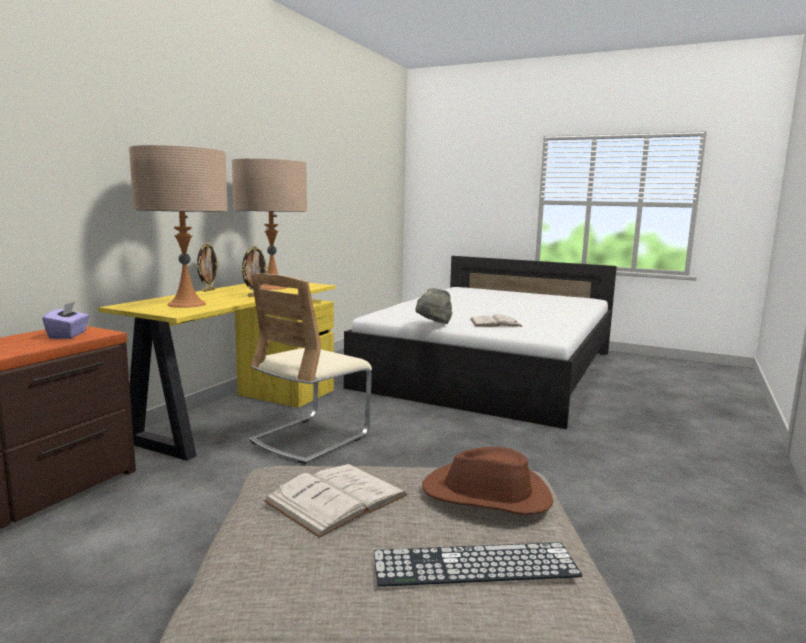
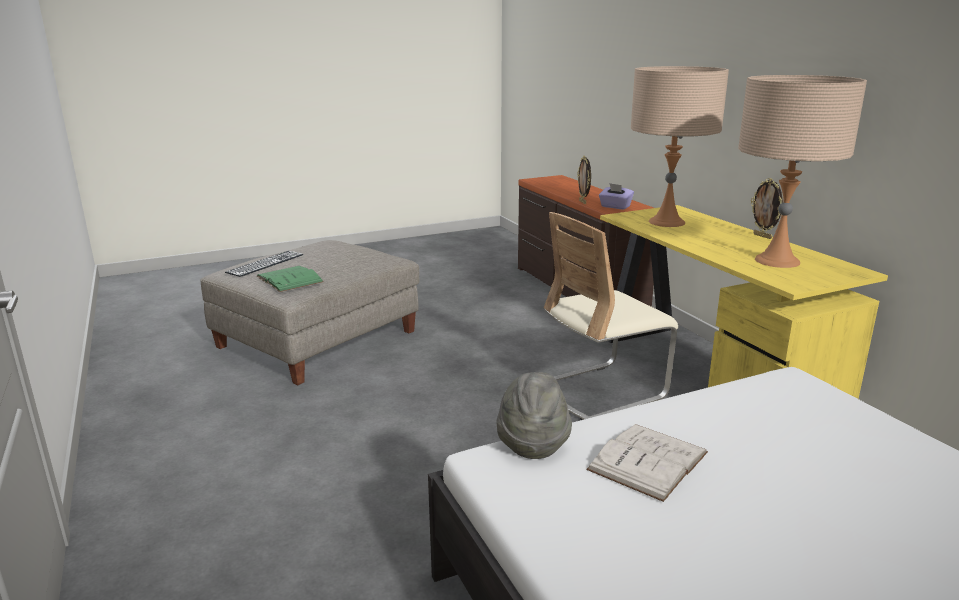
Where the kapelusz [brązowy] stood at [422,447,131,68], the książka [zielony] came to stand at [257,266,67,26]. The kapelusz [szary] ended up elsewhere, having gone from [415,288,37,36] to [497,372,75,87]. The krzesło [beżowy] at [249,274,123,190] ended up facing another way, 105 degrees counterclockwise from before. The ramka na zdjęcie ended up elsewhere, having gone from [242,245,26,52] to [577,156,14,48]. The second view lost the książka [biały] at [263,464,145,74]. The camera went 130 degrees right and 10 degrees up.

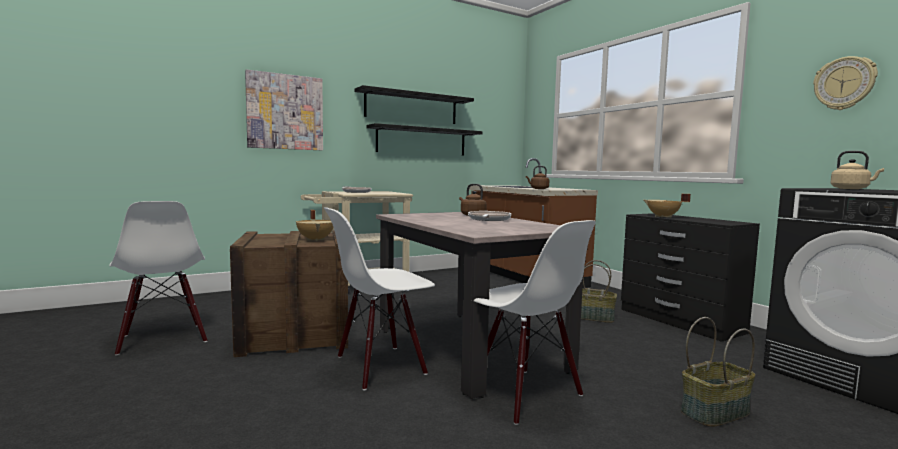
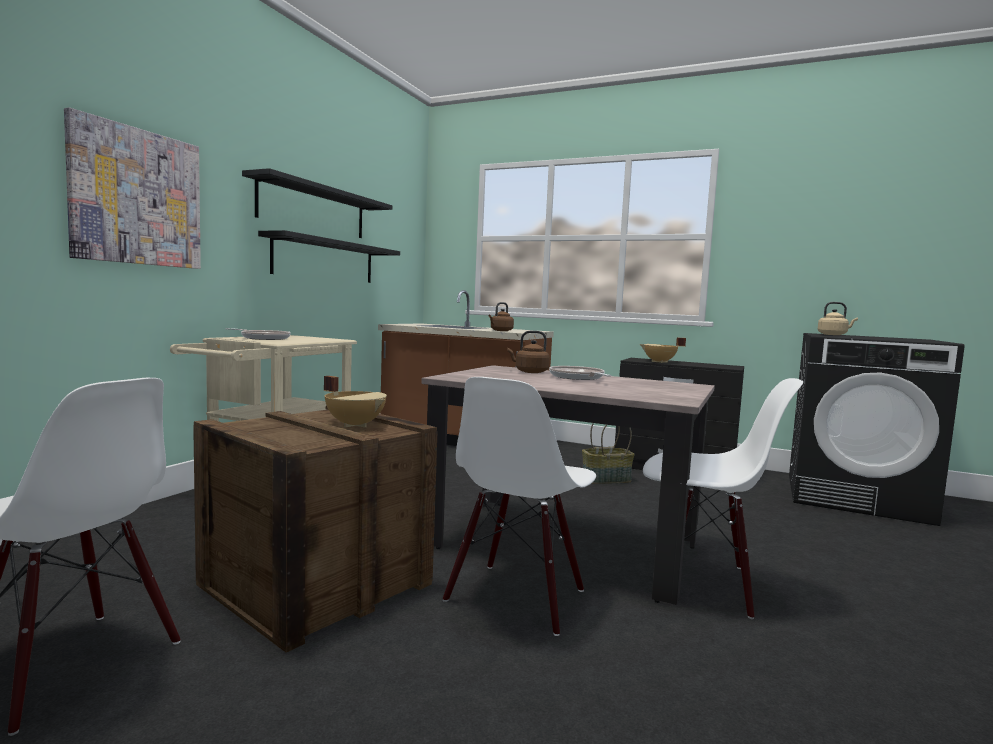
The second view lost the koszyk at [681,317,74,110]. The second view lost the zegar ścienny at [813,56,65,54]. The camera went 35 degrees left and 0 degrees up.

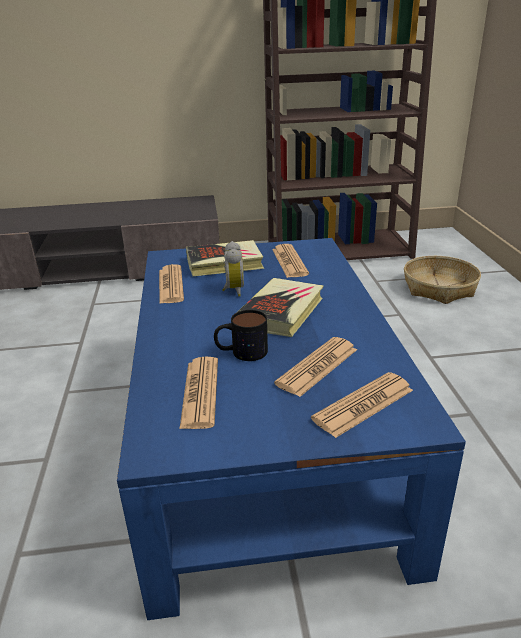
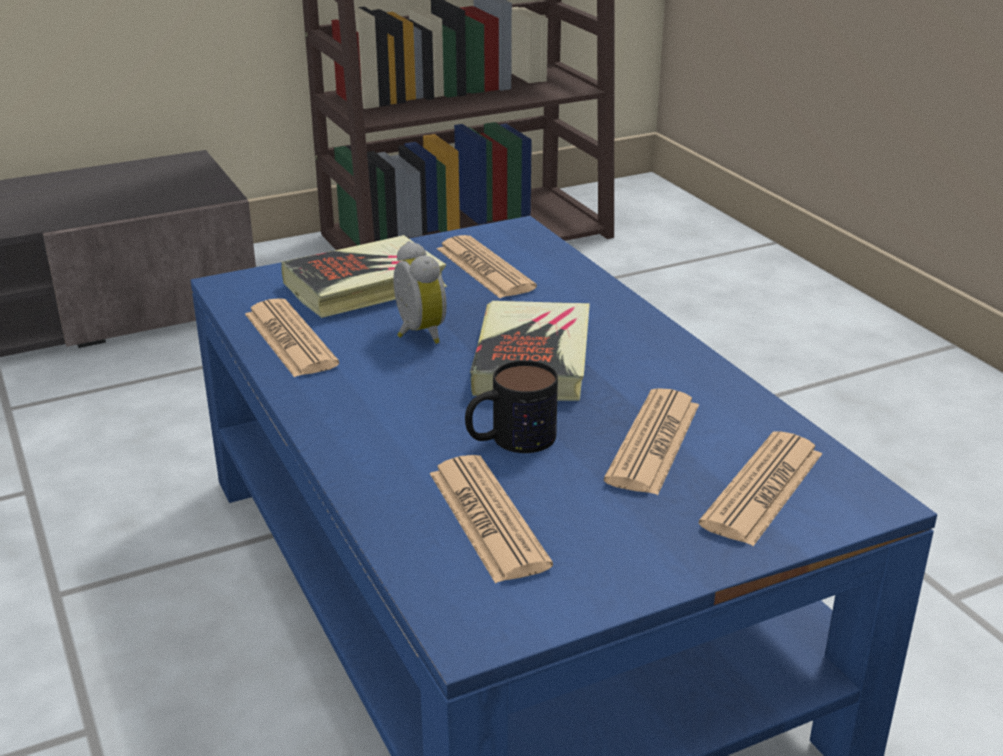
The second view lost the koszyk at [404,256,77,48]. The camera went 20 degrees left and 0 degrees up.

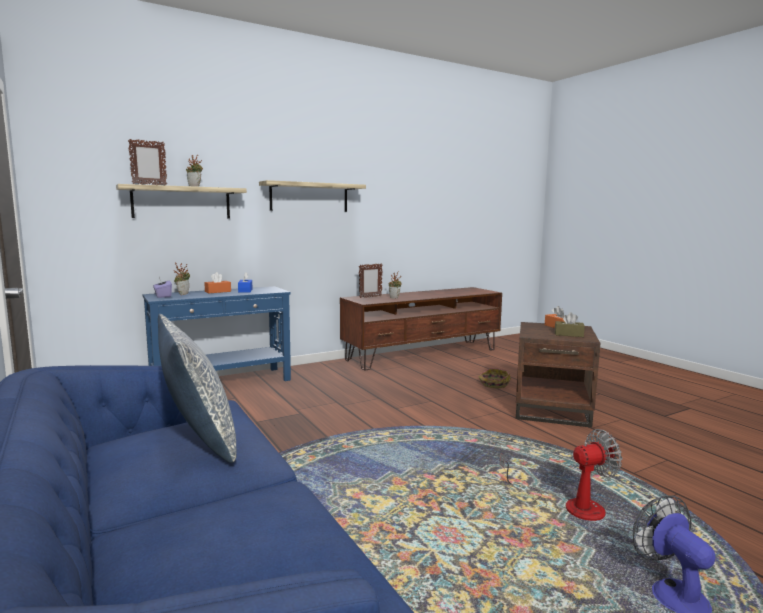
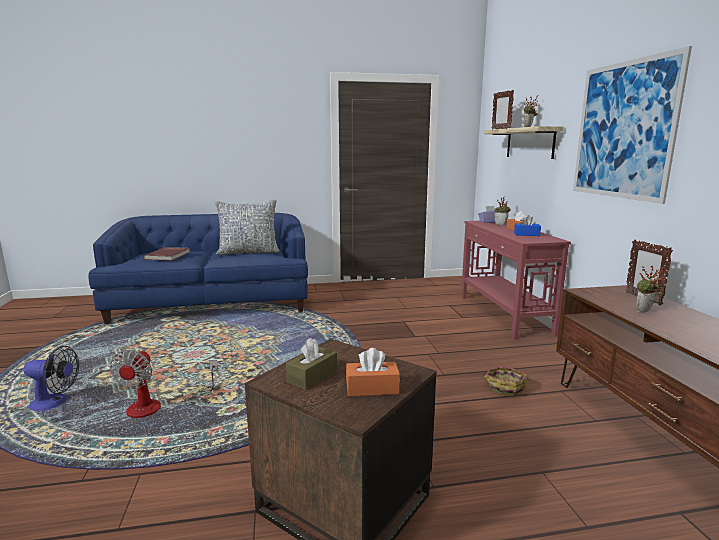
The second view gained the książka [czerwony] at [144,247,46,14]. What was the stolik konsolowy [niebieski] at [142,286,149,95] turned into the stolik konsolowy [czerwony] at [461,221,110,119]. The koszyk ended up elsewhere, having gone from [479,368,32,20] to [483,367,46,29]. Where the półka hung at [259,180,107,32], the obraz came to hang at [573,46,119,158]. The camera went 110 degrees right and 5 degrees up.

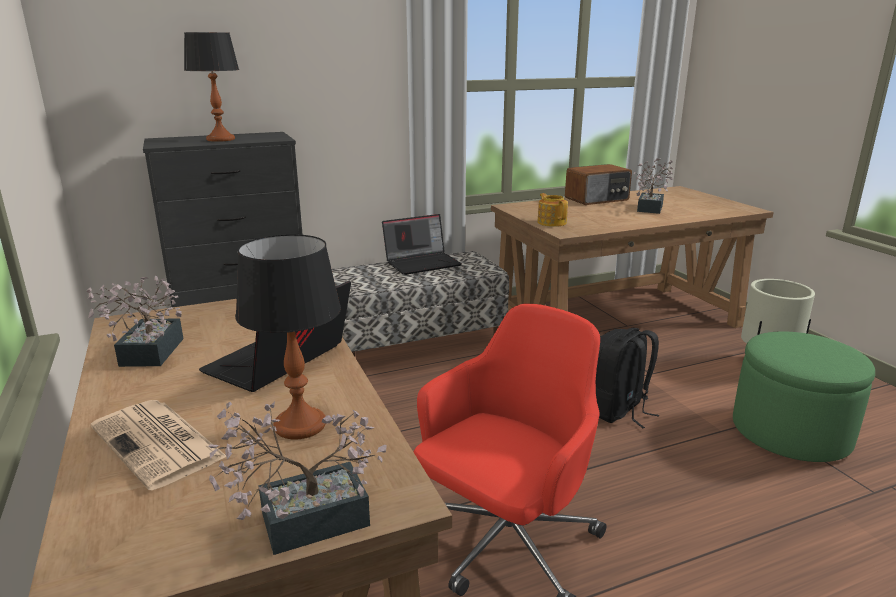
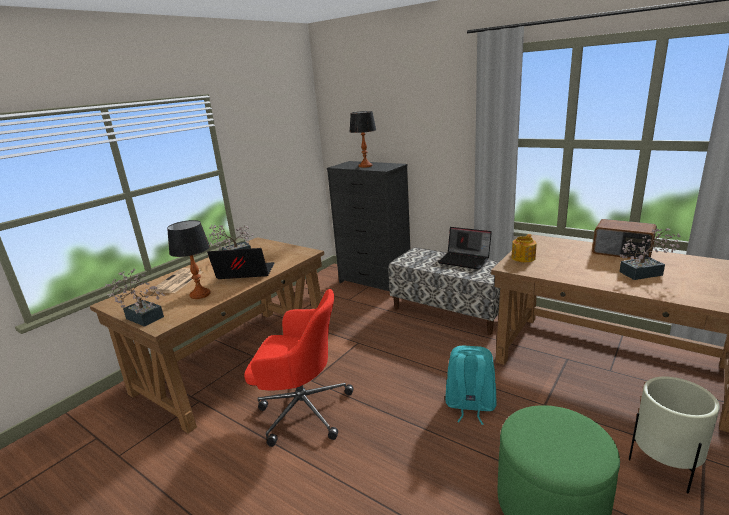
What was the plecak [czarny] at [596,328,63,100] turned into the plecak [turkusowy] at [445,346,51,79]. The camera went 60 degrees right and 0 degrees up.

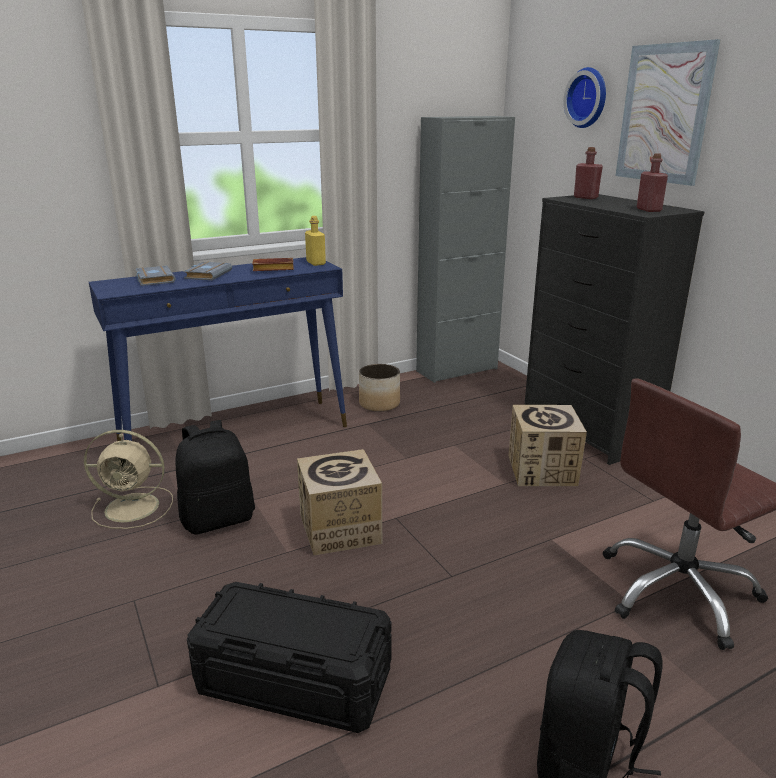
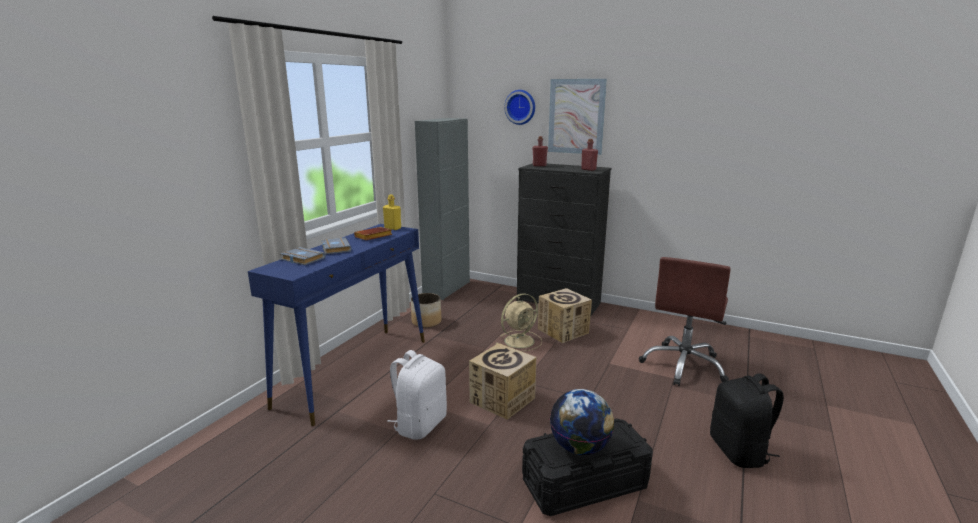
What was the plecak [czarny] at [175,420,80,115] turned into the plecak [biały] at [387,350,60,90]. The wentylator [beżowy] ended up elsewhere, having gone from [84,430,89,99] to [496,293,46,58]. The second view gained the globus at [550,389,64,66]. The camera went 35 degrees left and 5 degrees down.

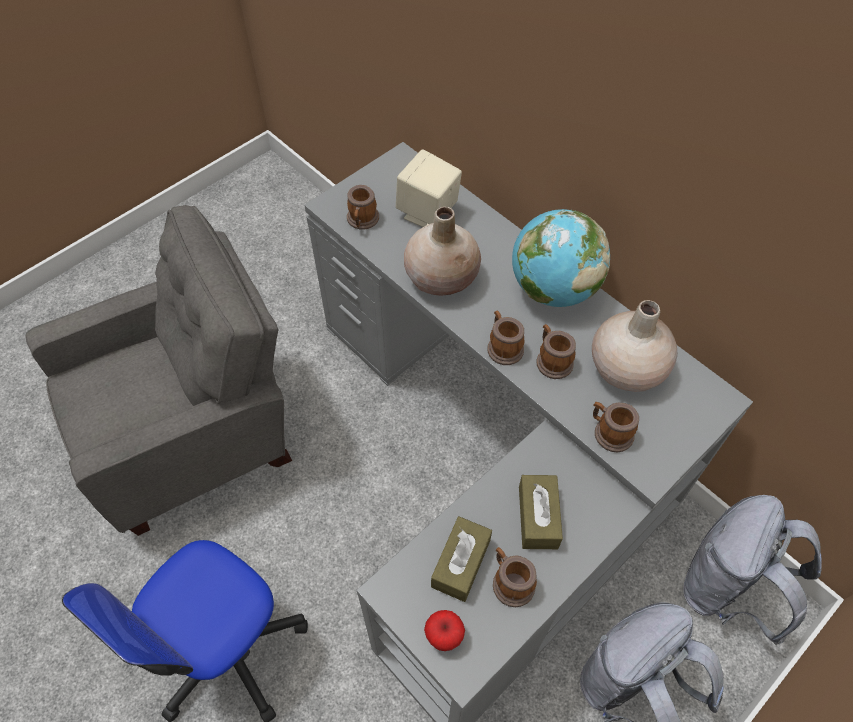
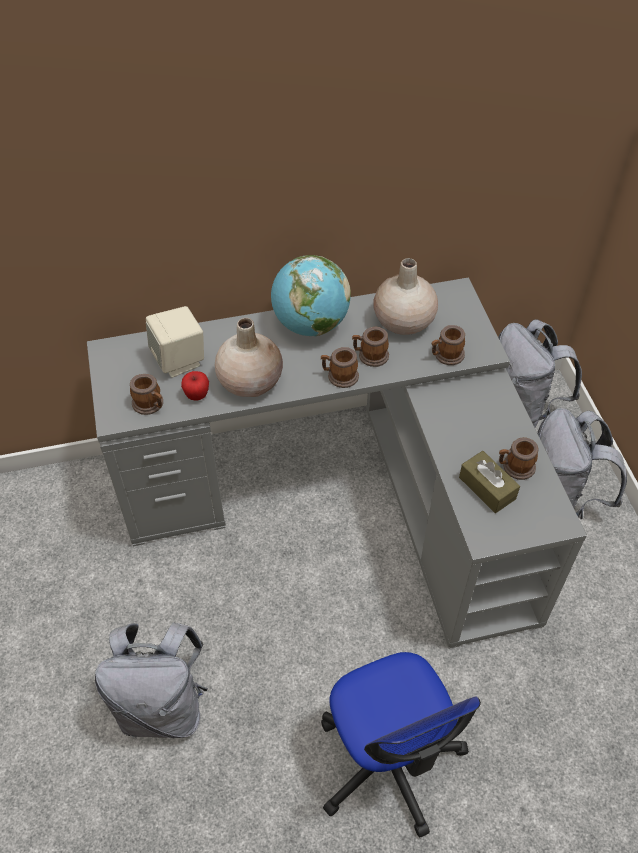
Where the fotel [szary] stood at [25,205,267,331], the plecak [szary] came to stand at [95,622,113,117]. The jabłko ended up elsewhere, having gone from [424,610,41,41] to [181,371,28,29]. The second view lost the pudełko chusteczek [brązowy] at [519,475,44,74]. The camera went 60 degrees left and 5 degrees down.

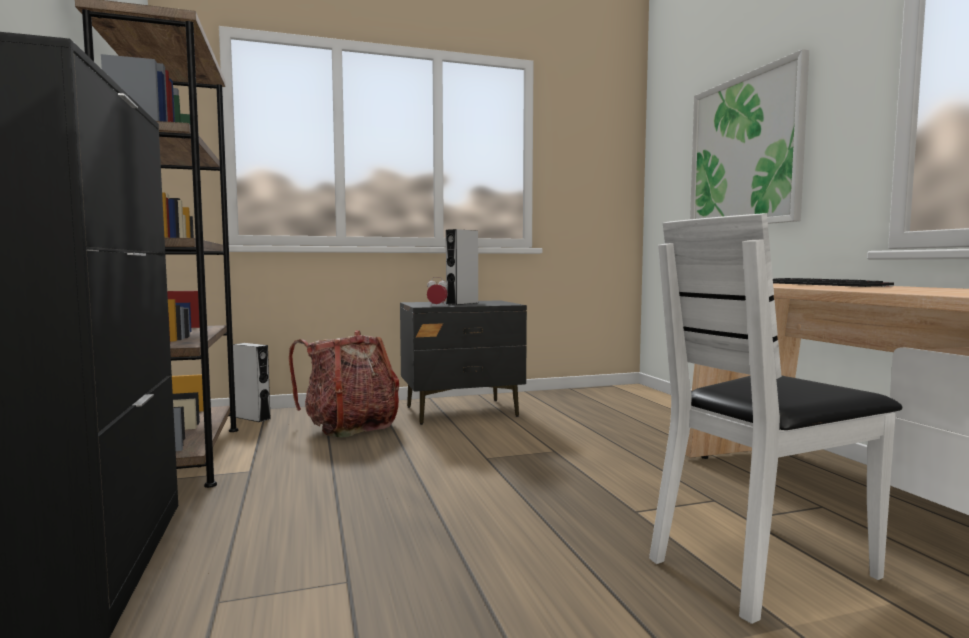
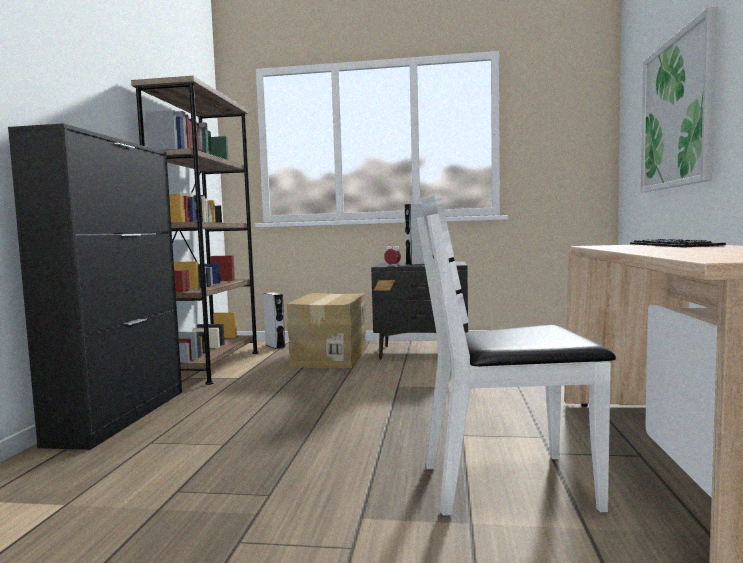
Where the plecak stood at [289,330,110,107], the karton came to stand at [287,293,80,75]. The camera went 25 degrees right and 0 degrees up.

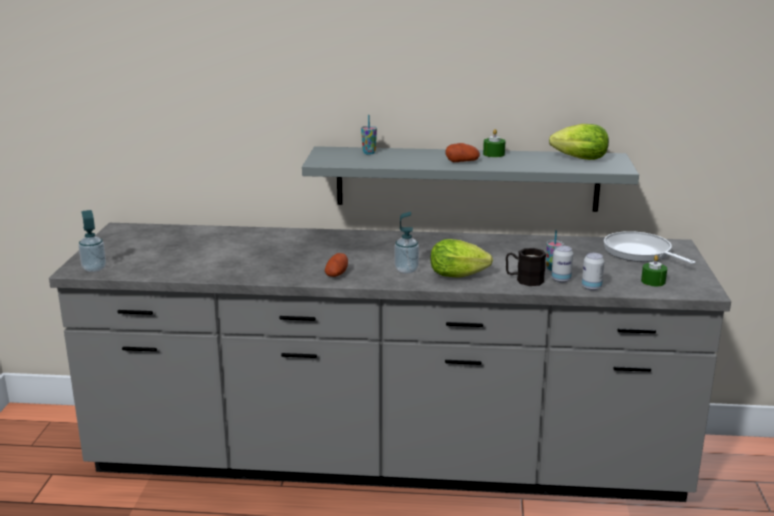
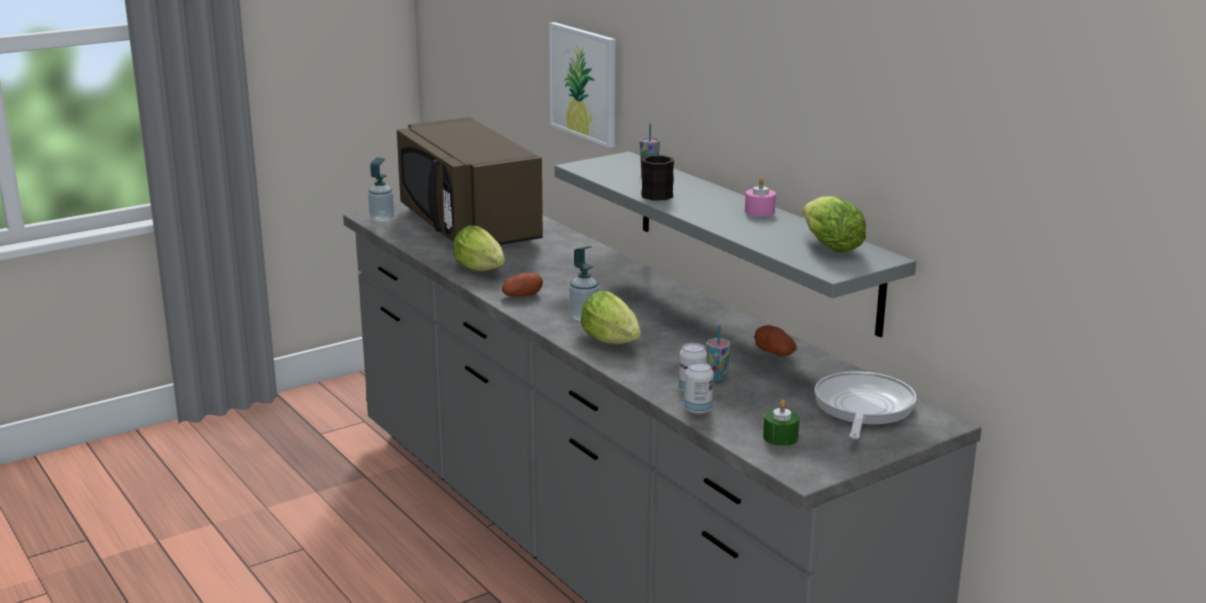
The second view gained the mikrofalówka [brązowy] at [397,117,146,128]. The second view gained the sałata at [453,225,52,46]. The second view gained the obraz at [549,22,67,126]. The kubek [czarny] ended up elsewhere, having gone from [506,248,40,38] to [641,155,33,45]. What was the świeca [zielony] at [483,129,22,28] turned into the świeca [różowy] at [745,177,31,40]. The ziemniak ended up elsewhere, having gone from [446,143,34,19] to [755,325,42,31]. The camera went 50 degrees right and 0 degrees up.

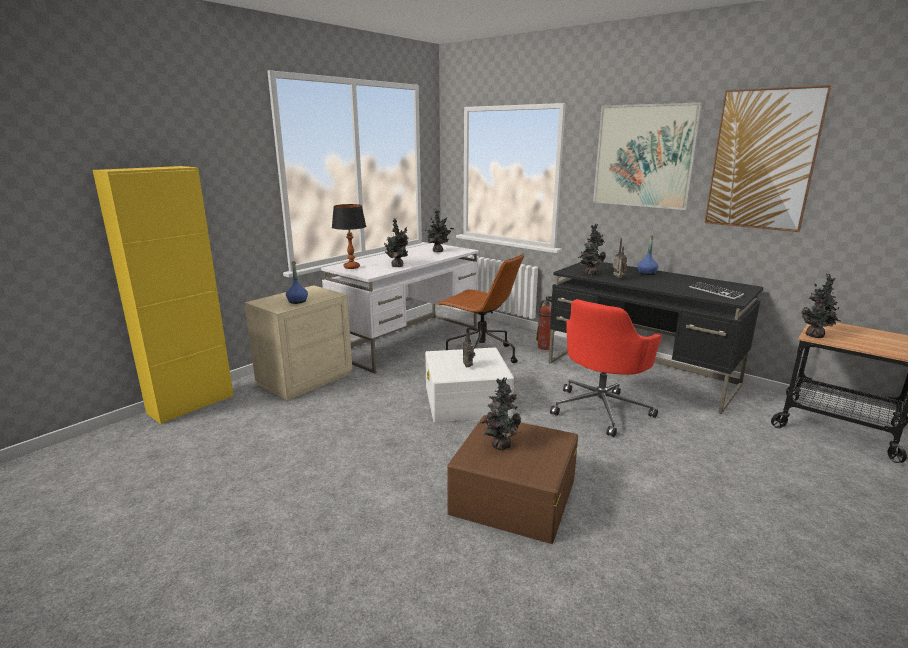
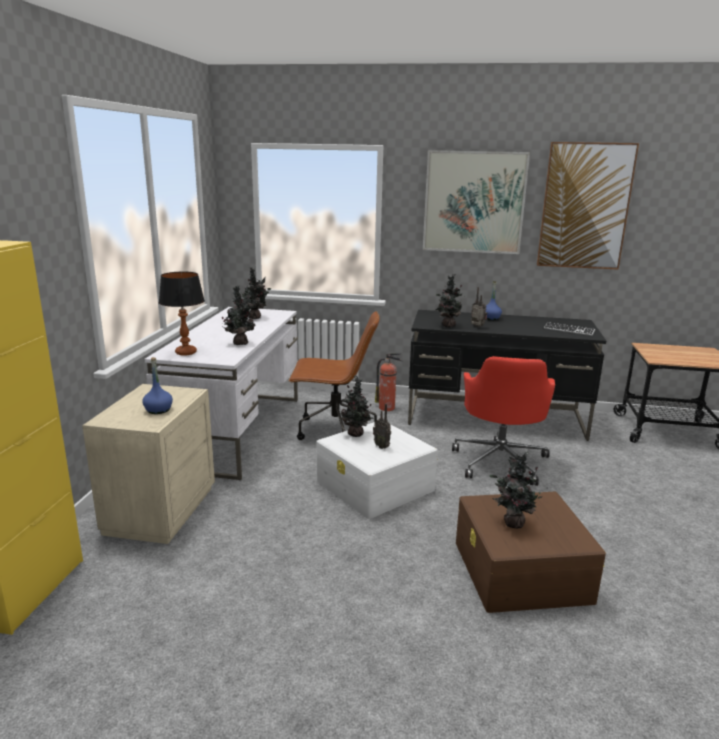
The roślina doniczkowa ended up elsewhere, having gone from [801,274,40,64] to [341,375,32,62]. The camera went 30 degrees left and 0 degrees up.

